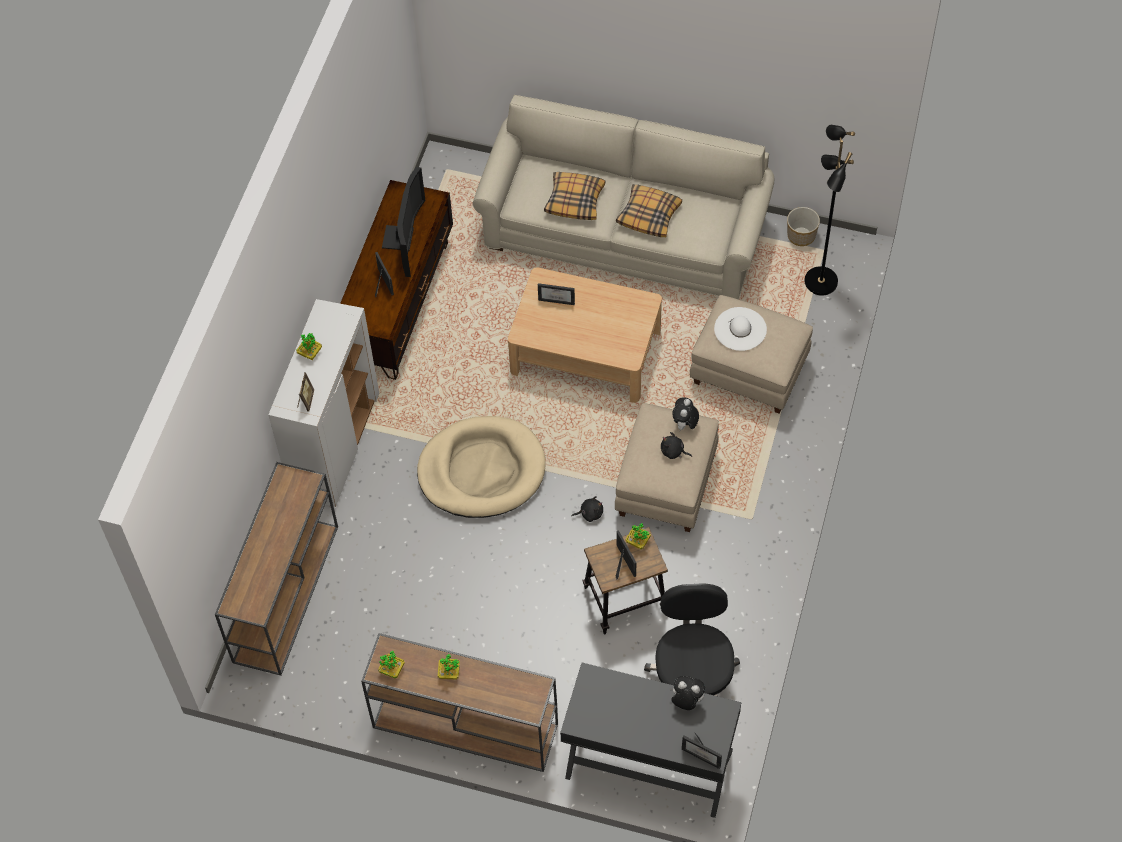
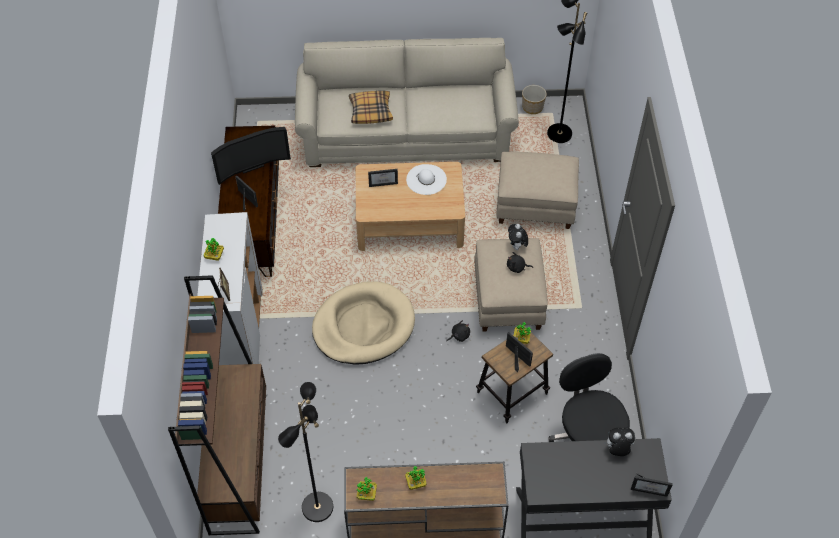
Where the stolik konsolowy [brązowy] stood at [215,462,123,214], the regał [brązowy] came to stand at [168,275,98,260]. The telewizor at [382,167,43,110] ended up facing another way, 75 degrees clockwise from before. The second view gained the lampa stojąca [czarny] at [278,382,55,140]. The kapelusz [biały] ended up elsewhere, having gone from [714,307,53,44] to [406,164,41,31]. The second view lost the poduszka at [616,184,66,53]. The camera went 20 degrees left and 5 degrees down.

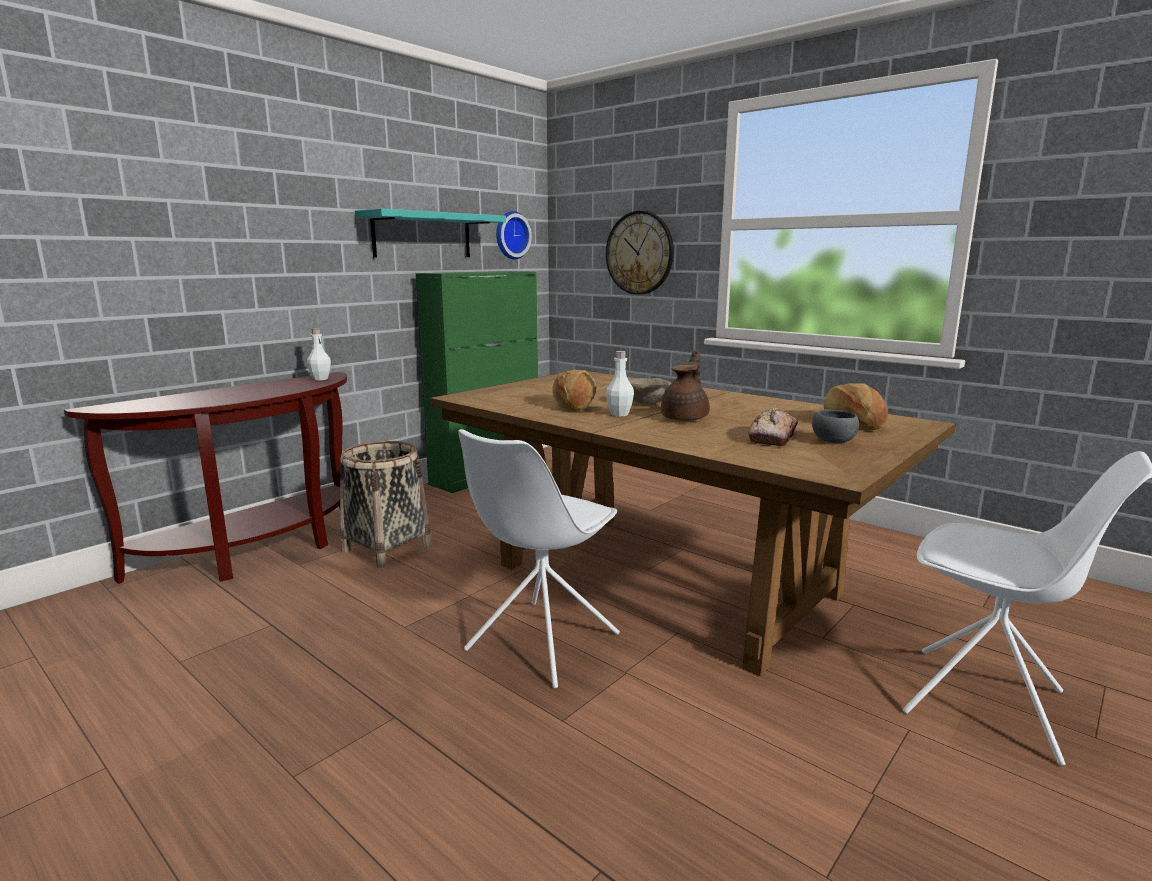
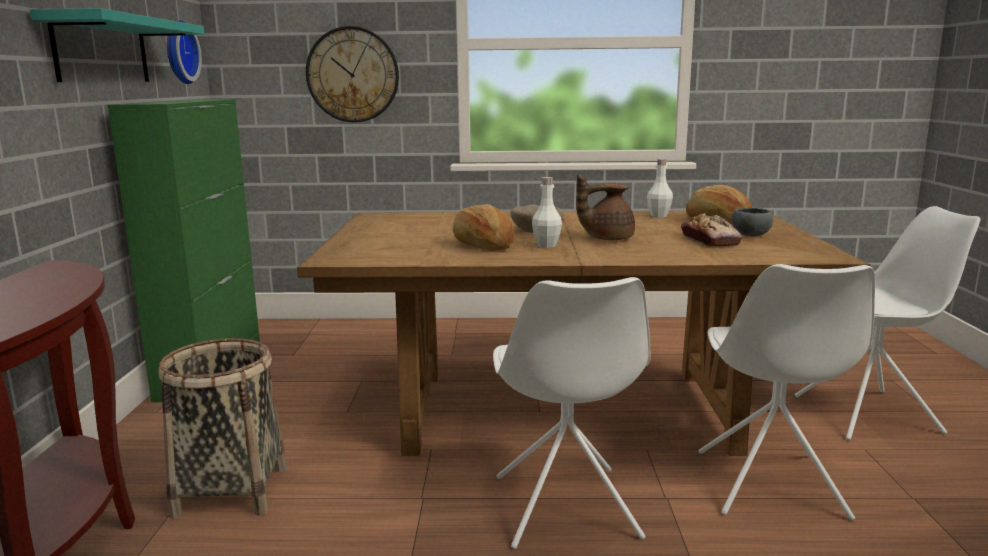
The imbryk [brązowy] at [661,350,48,71] ended up facing another way, 90 degrees counterclockwise from before. The butelka [biały] ended up elsewhere, having gone from [307,328,24,52] to [647,159,26,59]. The second view gained the krzesło [biały] at [698,264,177,256]. The camera went 40 degrees left and 0 degrees up.

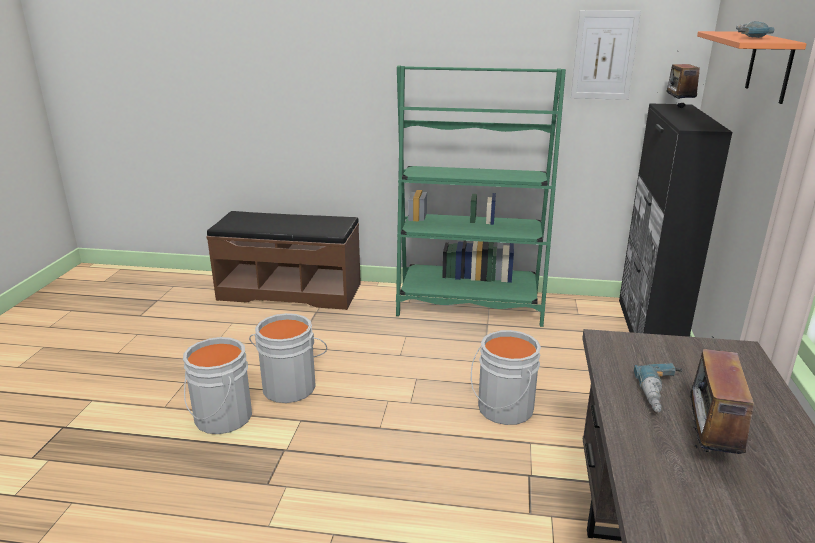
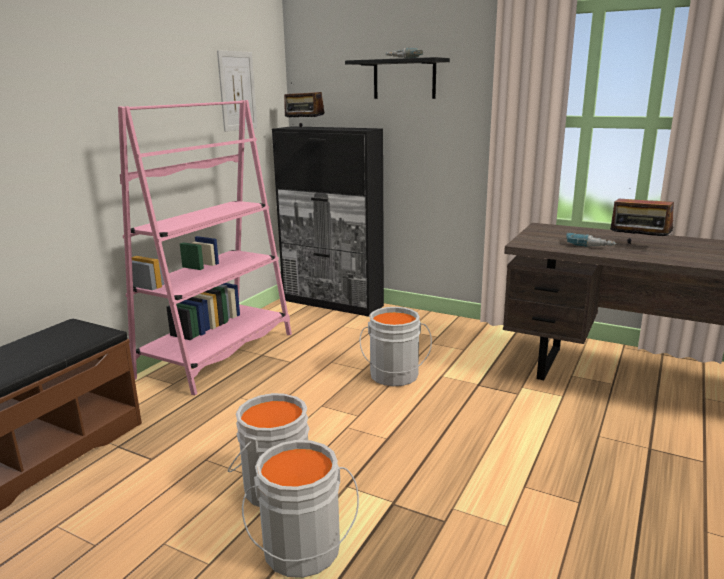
What was the regał [zielony] at [396,65,170,262] turned into the regał [różowy] at [118,100,174,295]. What was the półka [pomarańczowy] at [697,31,110,73] turned into the półka [czarny] at [345,57,105,42]. The camera went 70 degrees left and 5 degrees down.

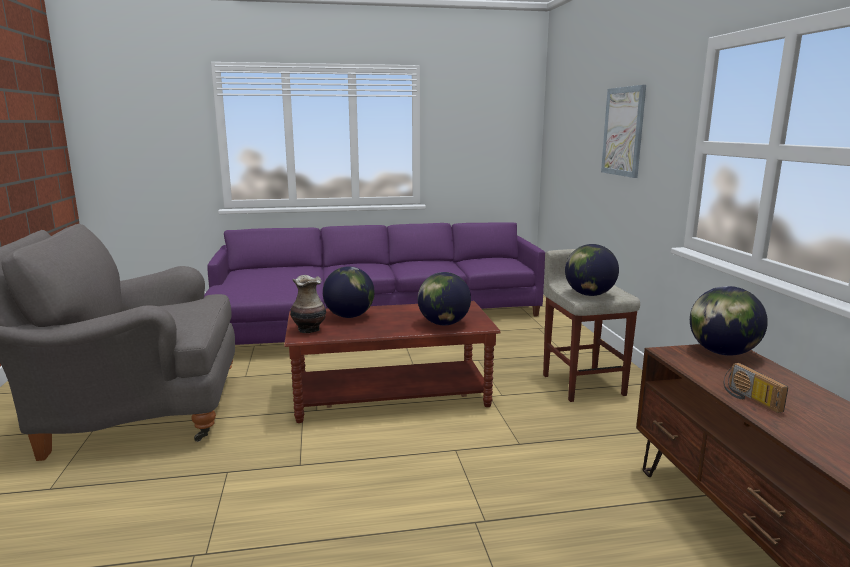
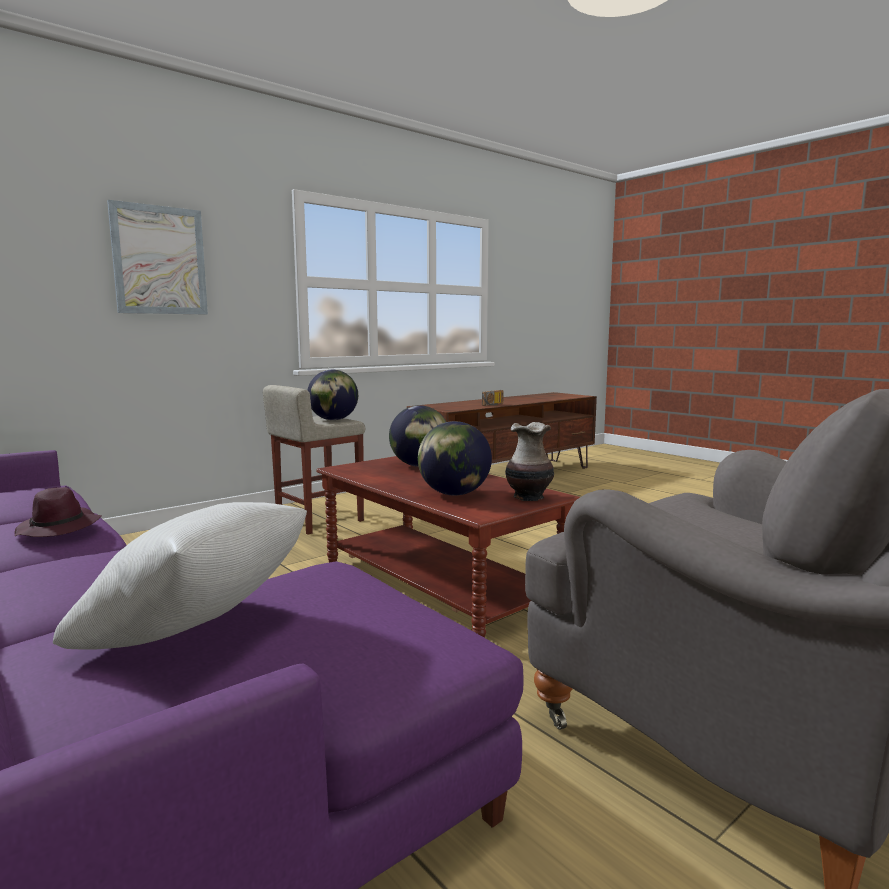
The second view gained the kapelusz [fioletowy] at [14,487,88,50]. The second view gained the poduszka [biały] at [53,502,254,147]. The second view lost the globus at [690,286,78,70]. The camera went 120 degrees left and 5 degrees down.

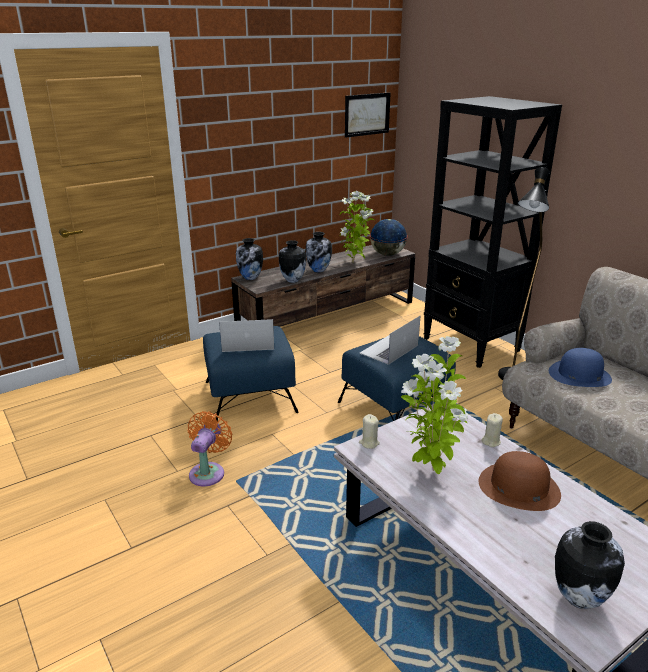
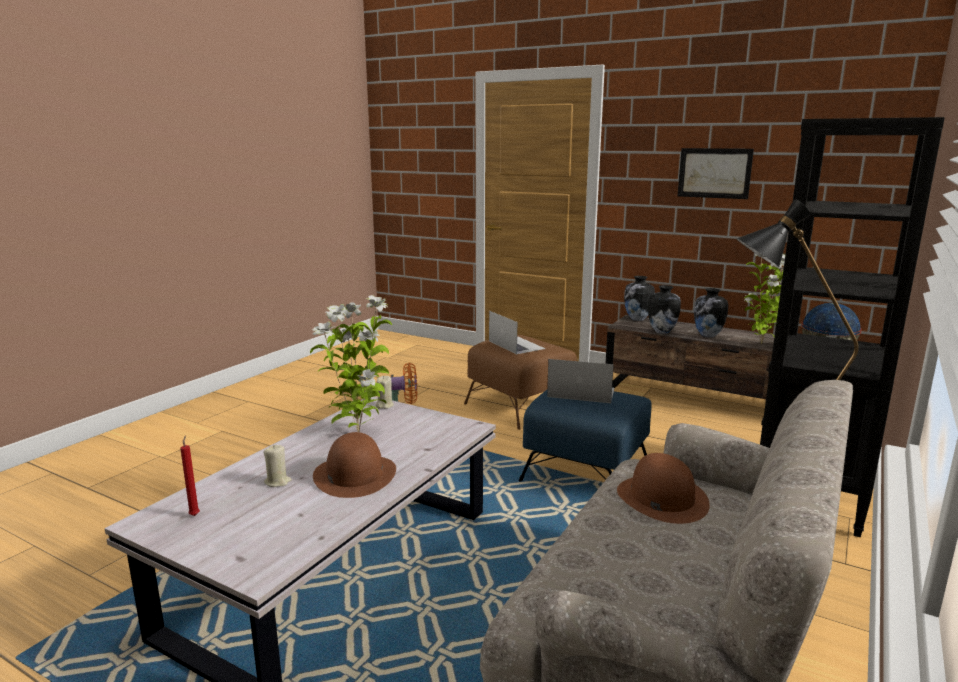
Where the wazon stood at [555,521,70,88], the świeca [czerwony] came to stand at [180,436,20,80]. The świeca [beżowy] ended up elsewhere, having gone from [481,413,22,34] to [263,445,29,42]. What was the pufa [niebieski] at [203,326,96,95] turned into the pufa [brązowy] at [464,335,113,95]. What was the kapelusz [niebieski] at [549,348,63,39] turned into the kapelusz [brązowy] at [617,453,93,71]. The obraz ended up elsewhere, having gone from [345,92,46,46] to [678,148,76,51]. The camera went 65 degrees right and 10 degrees down.

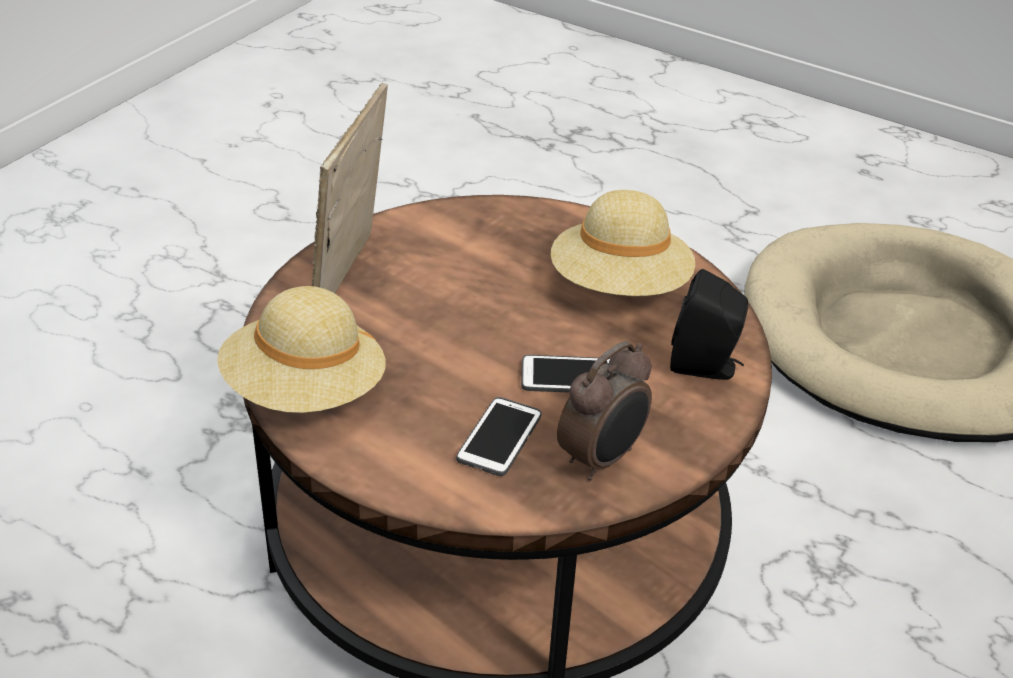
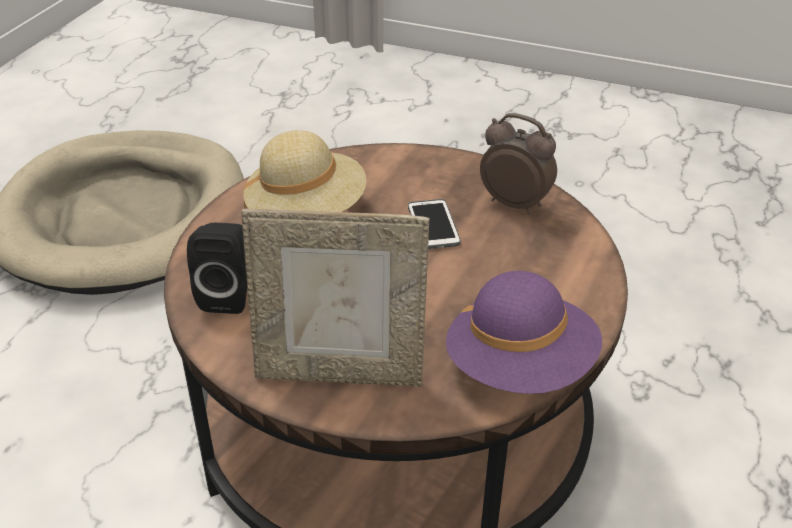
The głośnik [czarny] ended up elsewhere, having gone from [670,269,78,111] to [187,223,60,91]. What was the kapelusz [beżowy] at [217,286,169,127] turned into the kapelusz [fioletowy] at [446,271,156,123]. The second view lost the telefon at [456,397,86,79]. The camera went 100 degrees left and 0 degrees up.

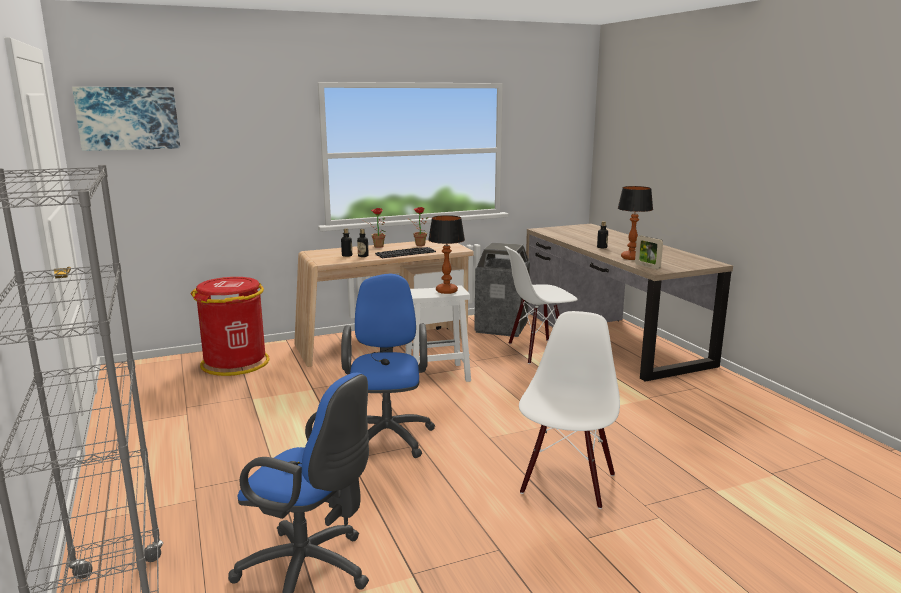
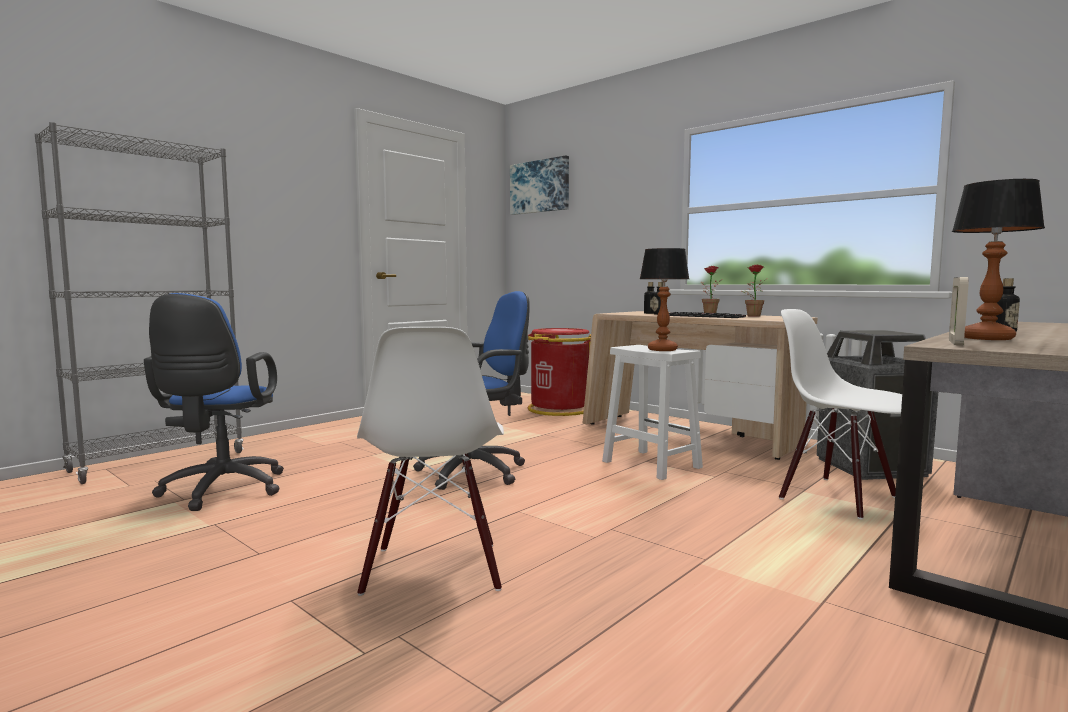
The krzesło [biały] at [519,311,101,198] ended up facing another way, 90 degrees clockwise from before. The camera went 65 degrees right and 10 degrees down.

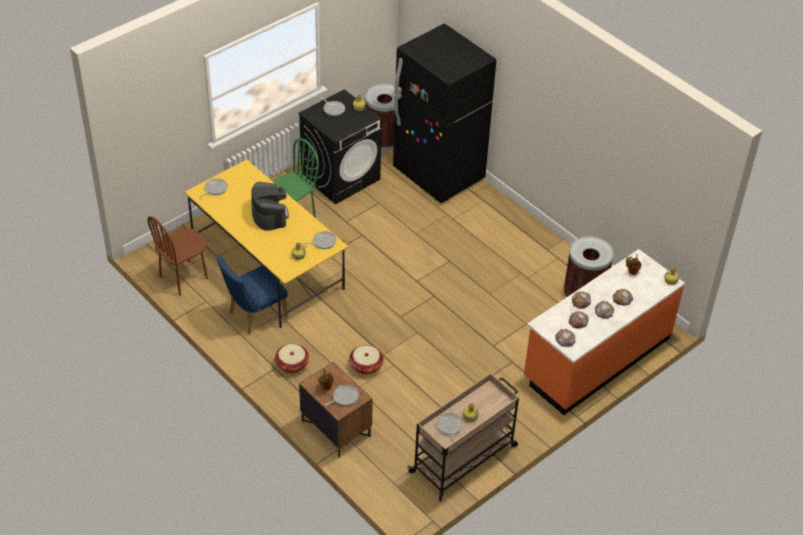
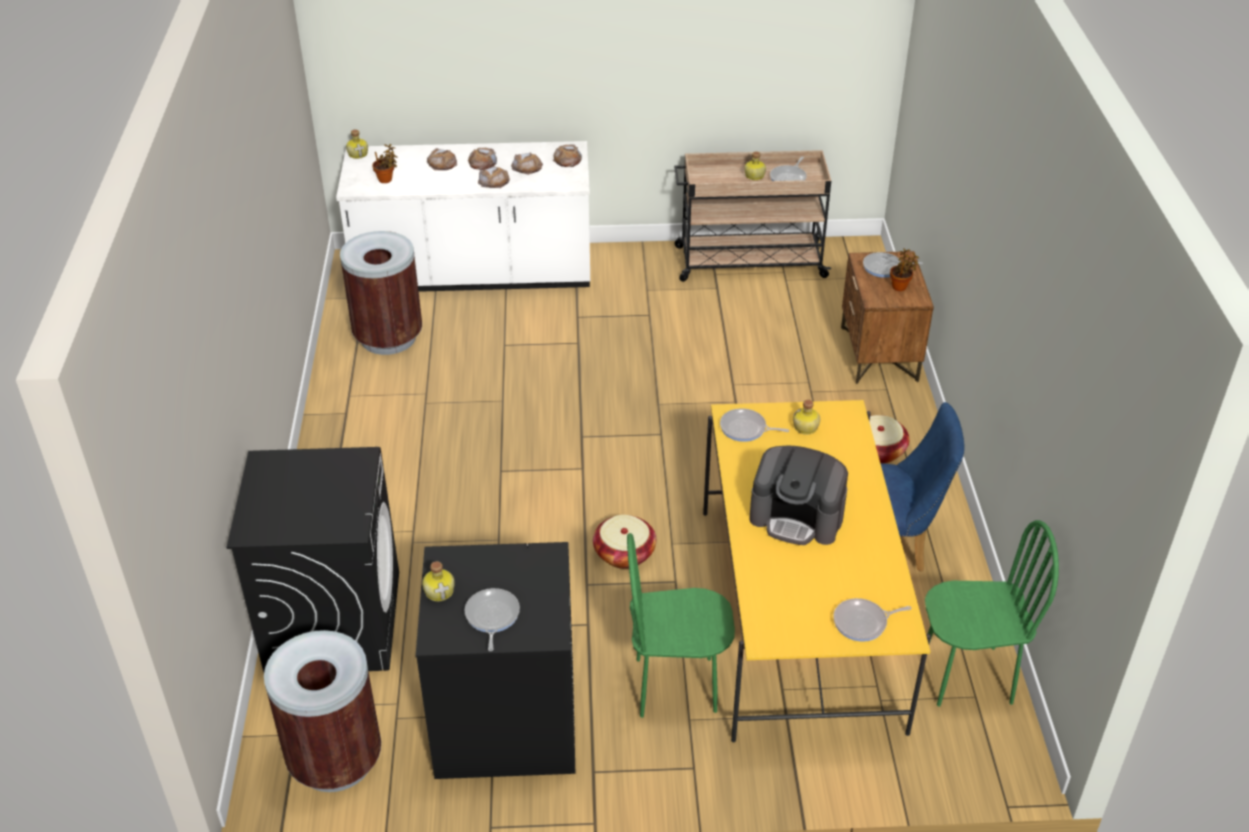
Where the lodówka [czarny] stood at [393,24,103,180], the pralka [czarny] came to stand at [226,447,173,225]. What was the zabudowa kuchenna [pomarańczowy] at [524,249,161,166] turned into the zabudowa kuchenna [biały] at [336,141,254,151]. The koszyk ended up elsewhere, having gone from [349,345,34,29] to [593,515,63,54]. The ekspres do kawy at [251,182,38,49] ended up facing another way, 90 degrees counterclockwise from before. What was the krzesło [brązowy] at [147,216,61,80] turned into the krzesło [zielony] at [925,520,134,187]. The camera went 140 degrees left and 5 degrees down.

